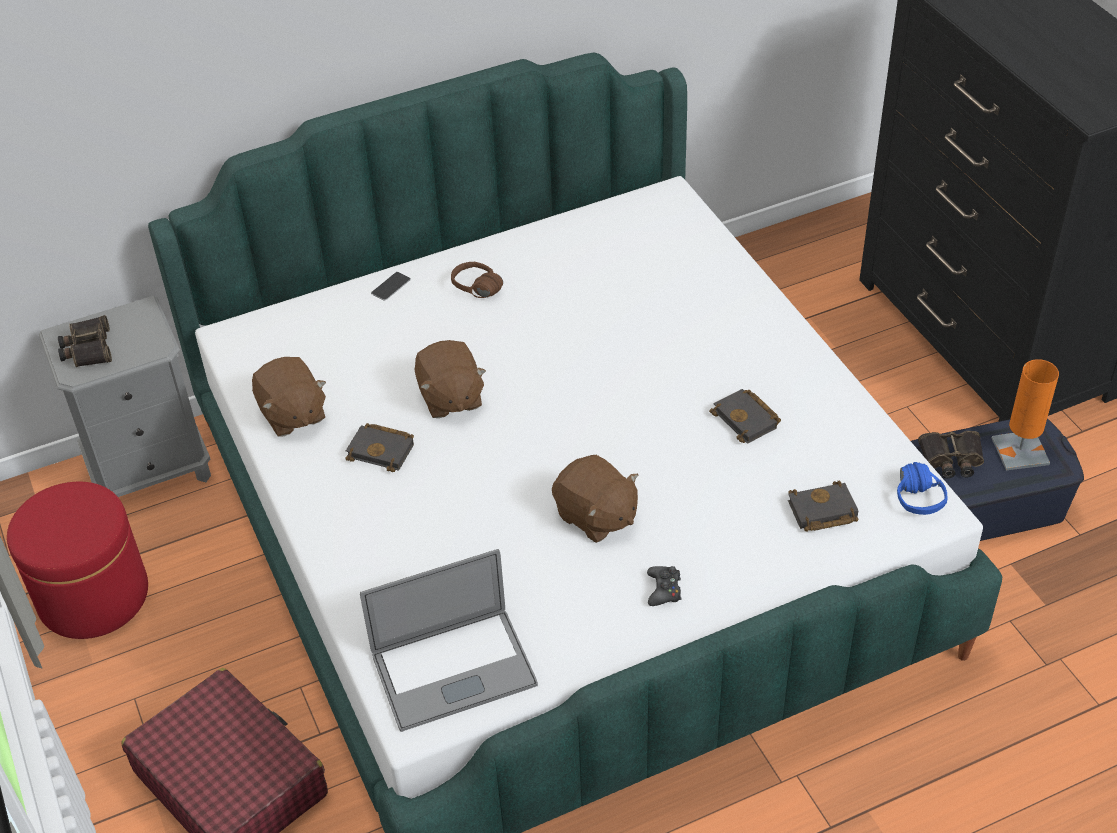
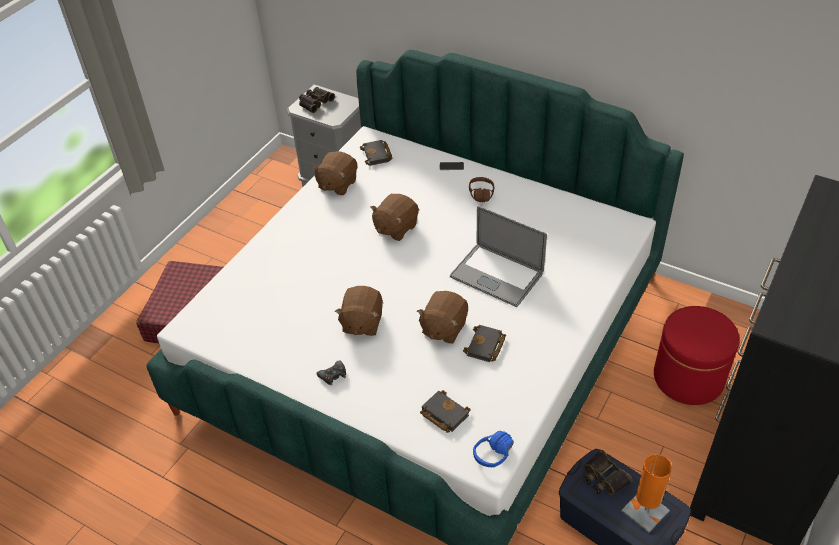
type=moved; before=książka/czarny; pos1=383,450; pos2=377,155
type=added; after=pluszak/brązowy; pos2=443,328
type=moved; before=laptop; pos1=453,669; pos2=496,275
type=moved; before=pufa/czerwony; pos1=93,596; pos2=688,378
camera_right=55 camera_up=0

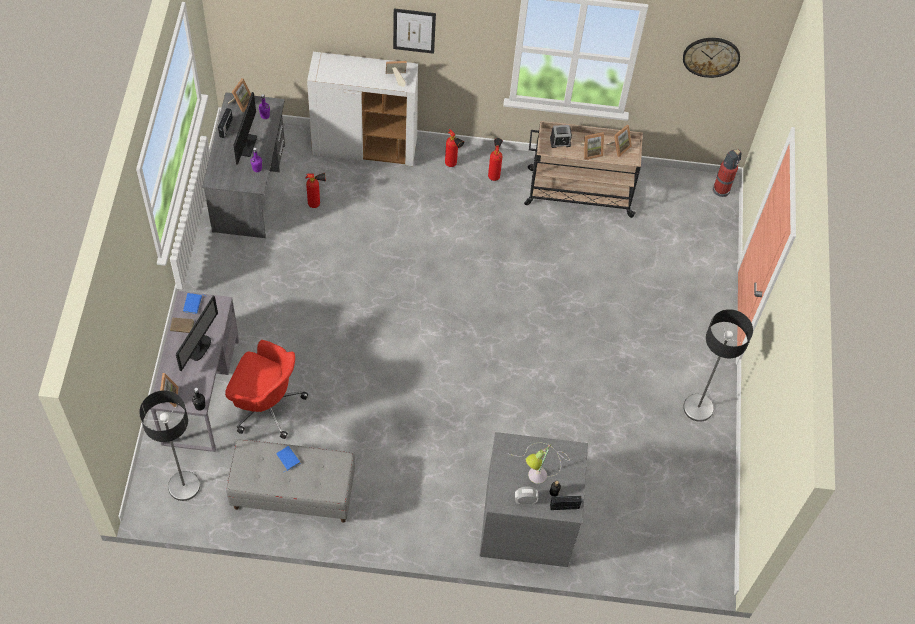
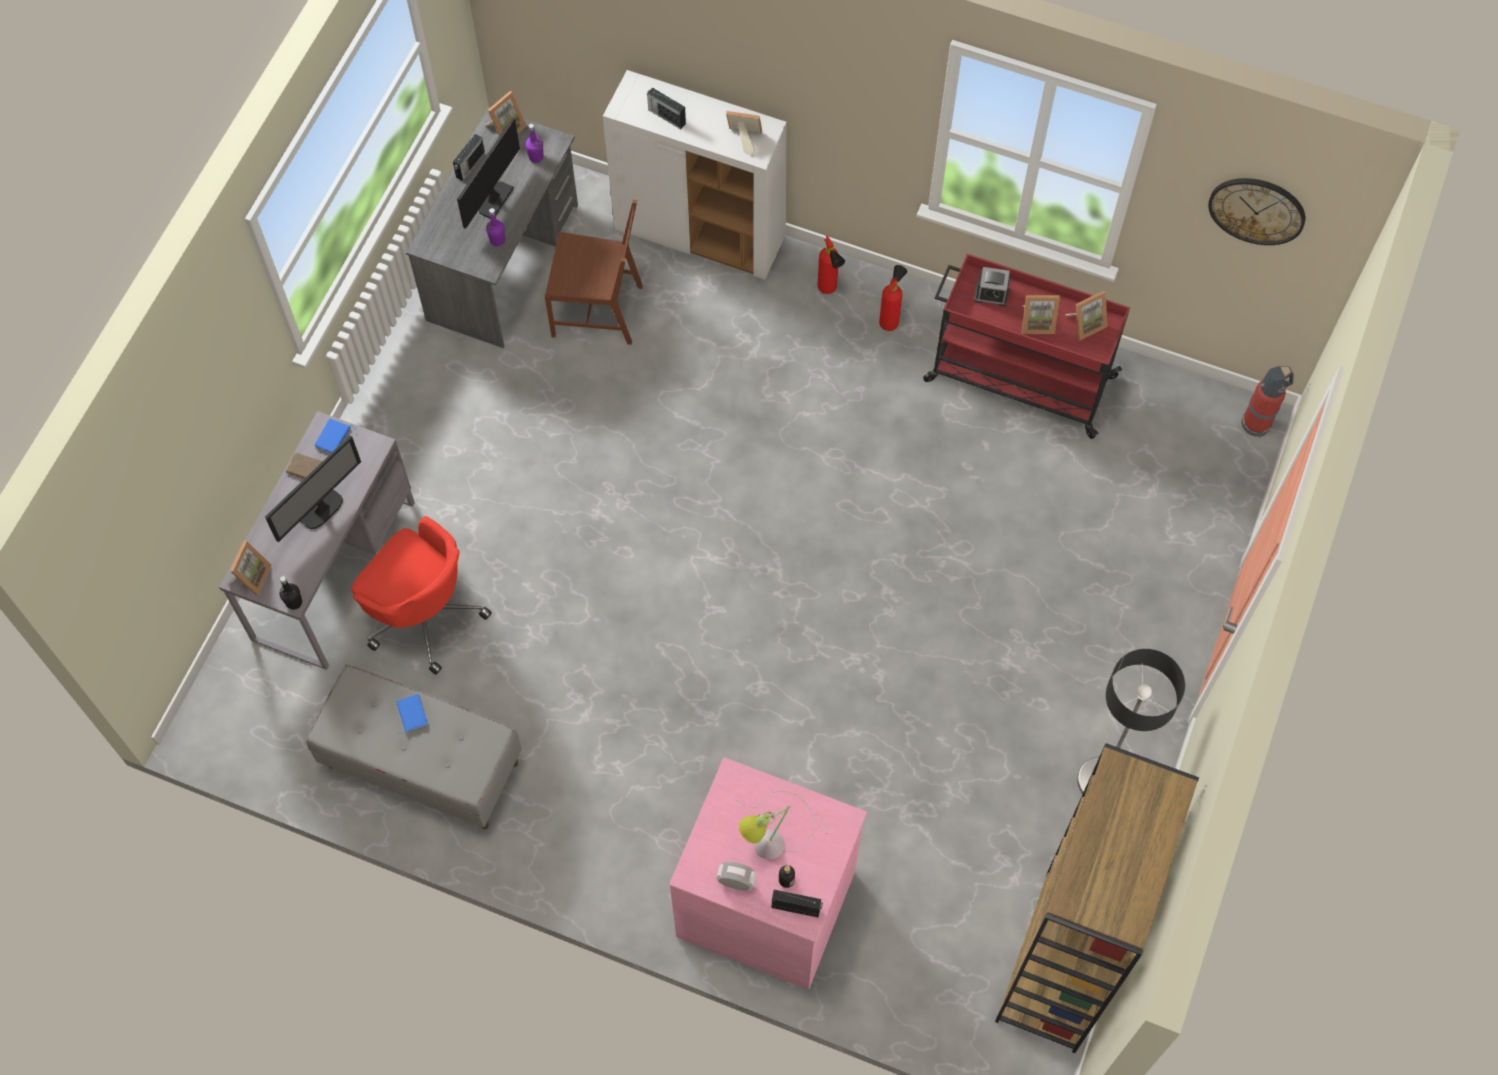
type=replaced; before=gaśnica; after=krzesło/brązowy; pos1=317,204; pos2=598,310
type=added; after=radio; pos2=666,116
type=recoloured; before=komoda/szary; after=komoda/różowy; pos1=527,522; pos2=767,901
type=recoloured; before=wózek/beżowy; after=wózek/czerwony; pos1=578,192; pos2=1017,378
type=added; after=regał/brązowy; pos2=1061,962
type=removed; before=lampa stojąca; pos1=184,486
type=removed; before=obraz; pos1=414,30
camera_right=20 camera_up=5

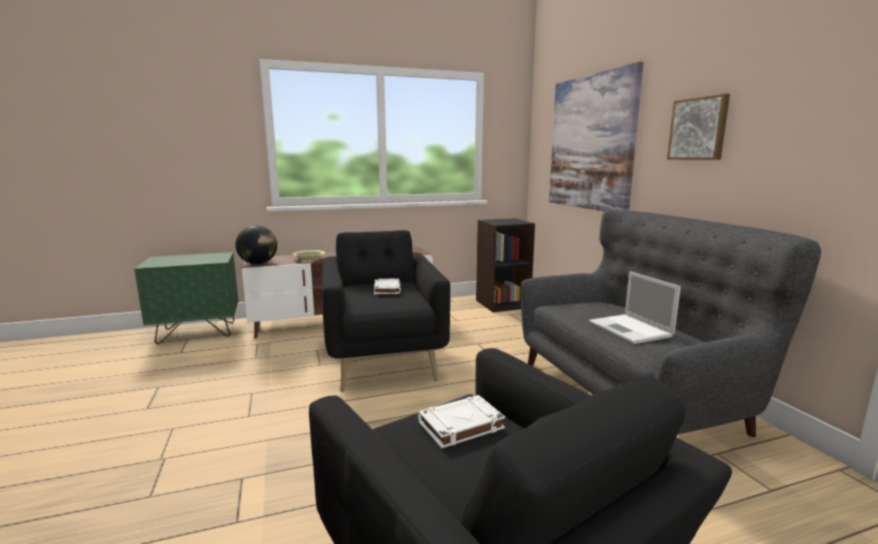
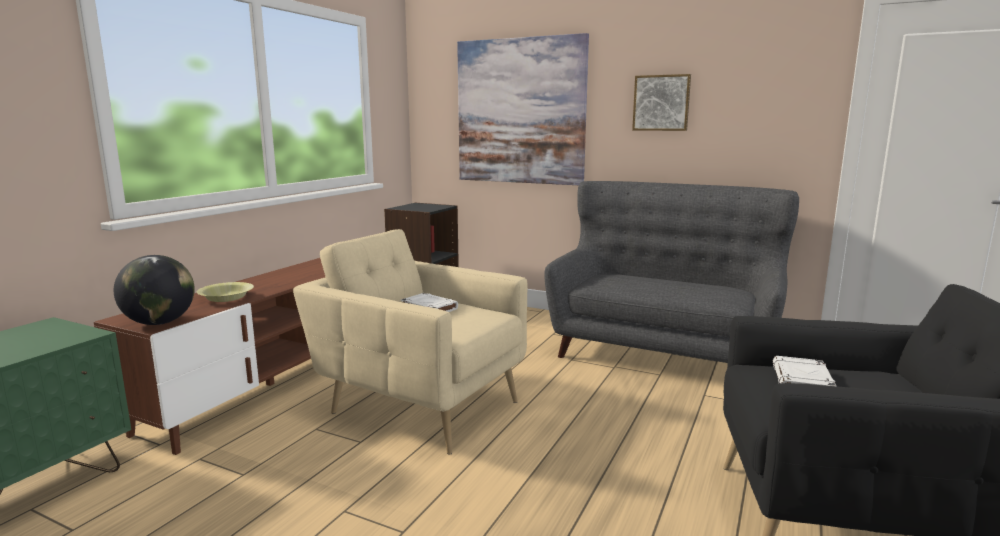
type=recoloured; before=fotel/czarny; after=fotel/beżowy; pos1=383,358; pos2=419,404
type=removed; before=laptop; pos1=631,329
camera_right=-45 camera_up=0

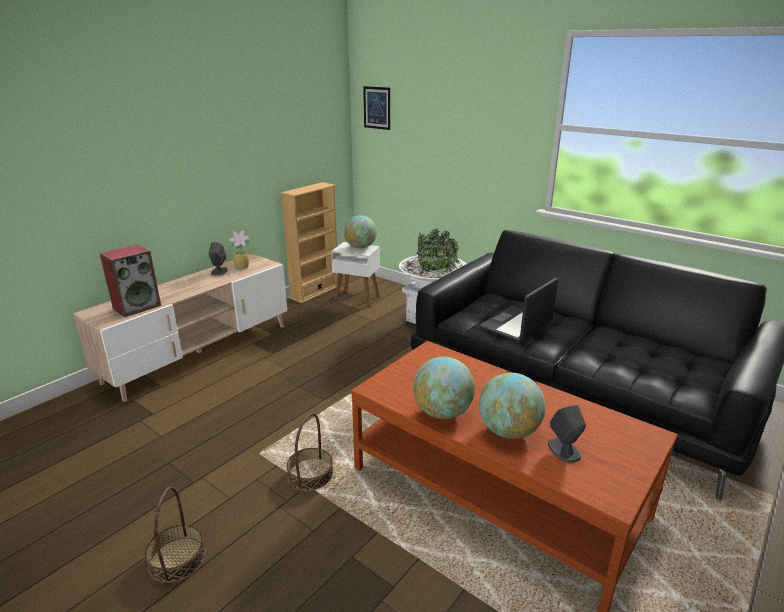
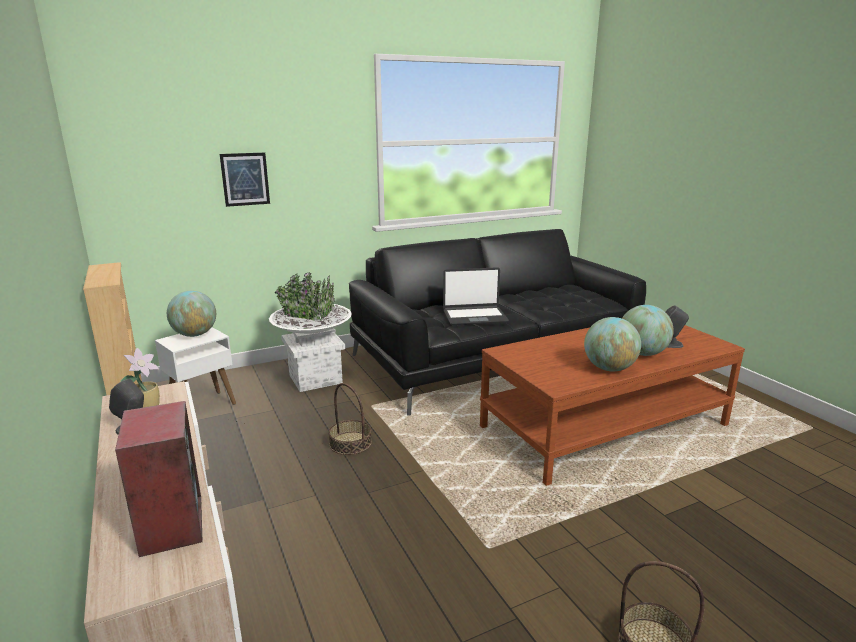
type=moved; before=obraz; pos1=377,108; pos2=245,179
type=moved; before=koszyk; pos1=310,475; pos2=350,443
type=turned; before=laptop; pos1=517,325; pos2=474,317; turn=-75
camera_right=-65 camera_up=-5

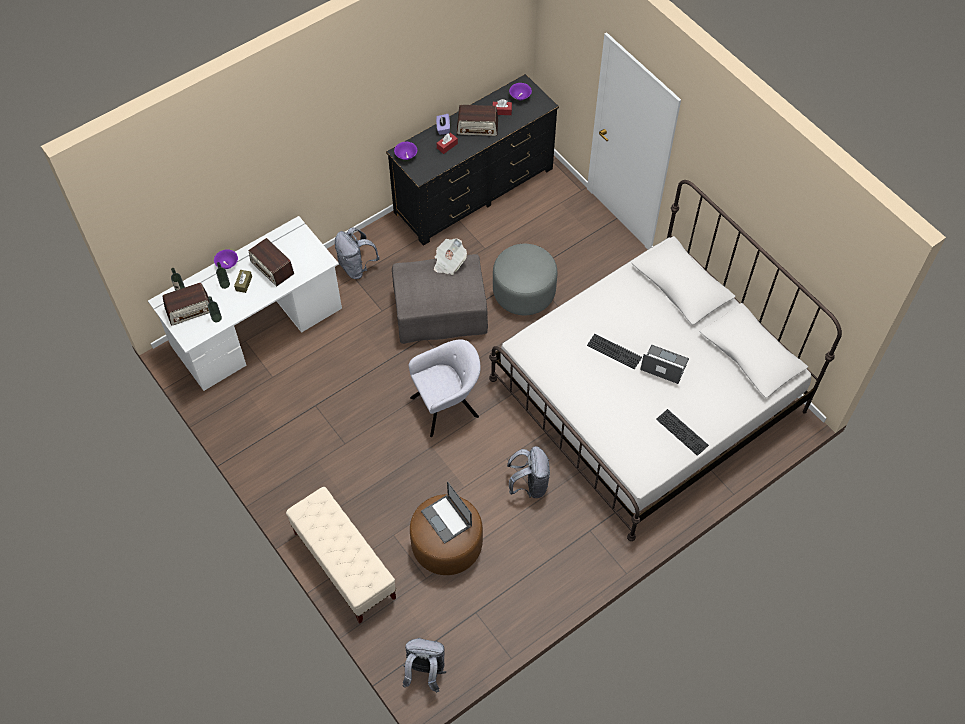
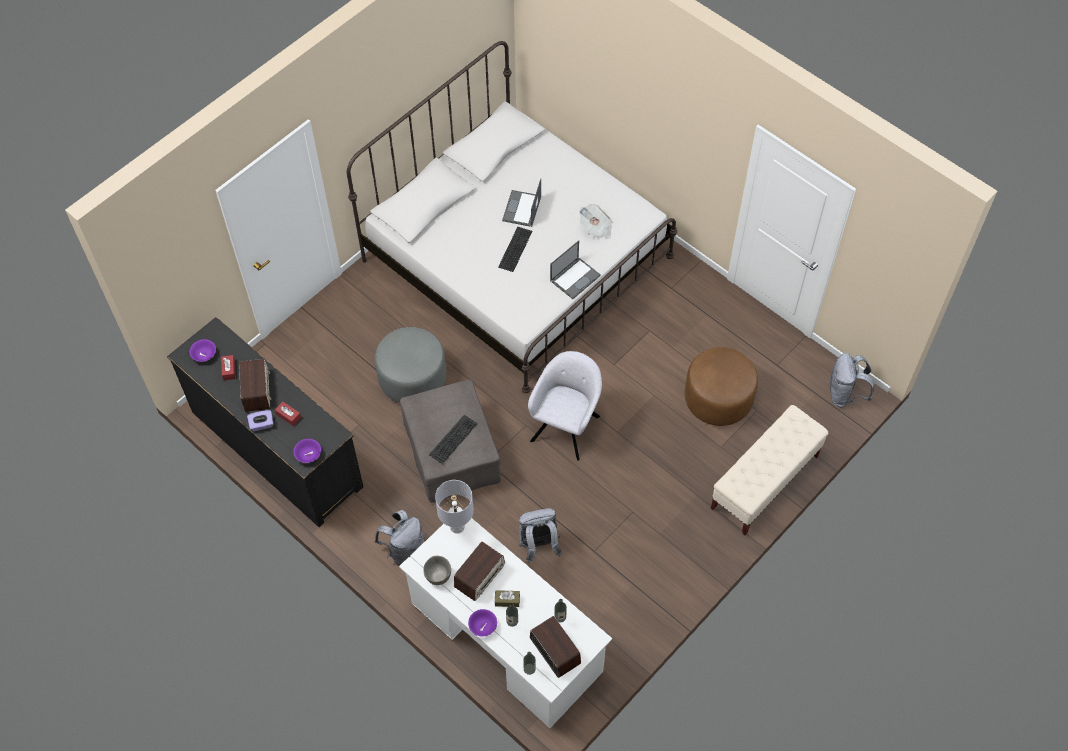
type=added; after=miska/szary; pos2=438,576
type=moved; before=klawiatura; pos1=683,432; pos2=452,438
type=added; after=lampa stołowa/szary; pos2=457,526
type=moved; before=plecak/szary; pos1=529,485; pos2=538,546
type=turned; before=fotel/szary; pos1=447,405; pos2=566,425; turn=60
type=moved; before=laptop; pos1=447,519; pos2=575,277
type=moved; before=gazeta; pos1=449,262; pos2=596,228
camera_right=-100 camera_up=0

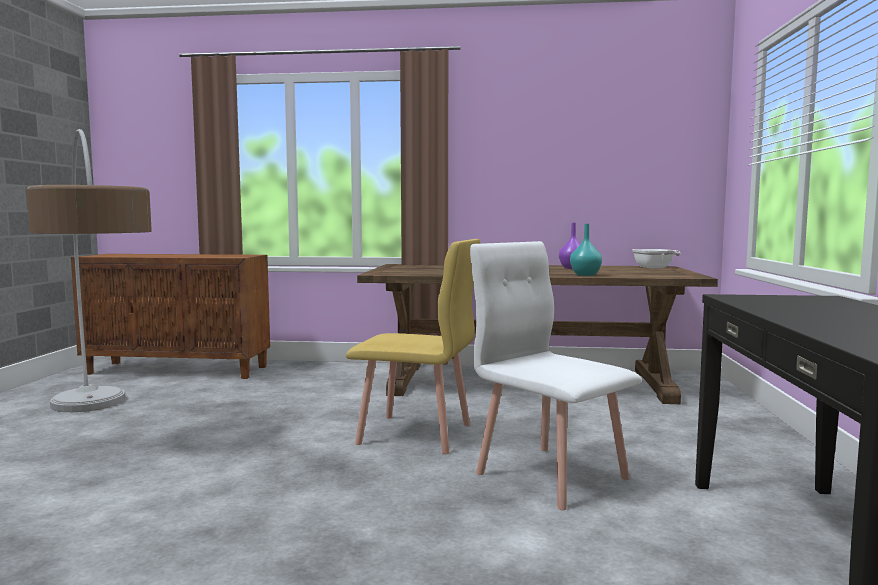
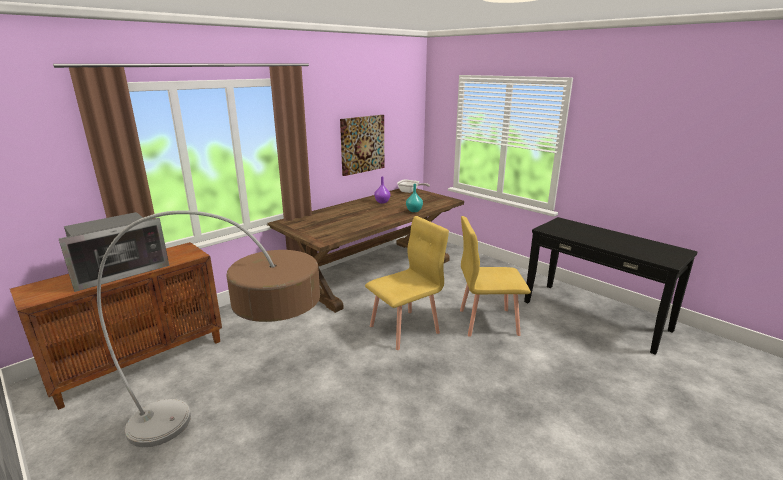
type=added; after=mikrofalówka; pos2=119,271
type=added; after=obraz; pos2=362,144
type=recoloured; before=krzesło/biały; after=krzesło/żółty; pos1=551,475; pos2=487,322
camera_right=-50 camera_up=15

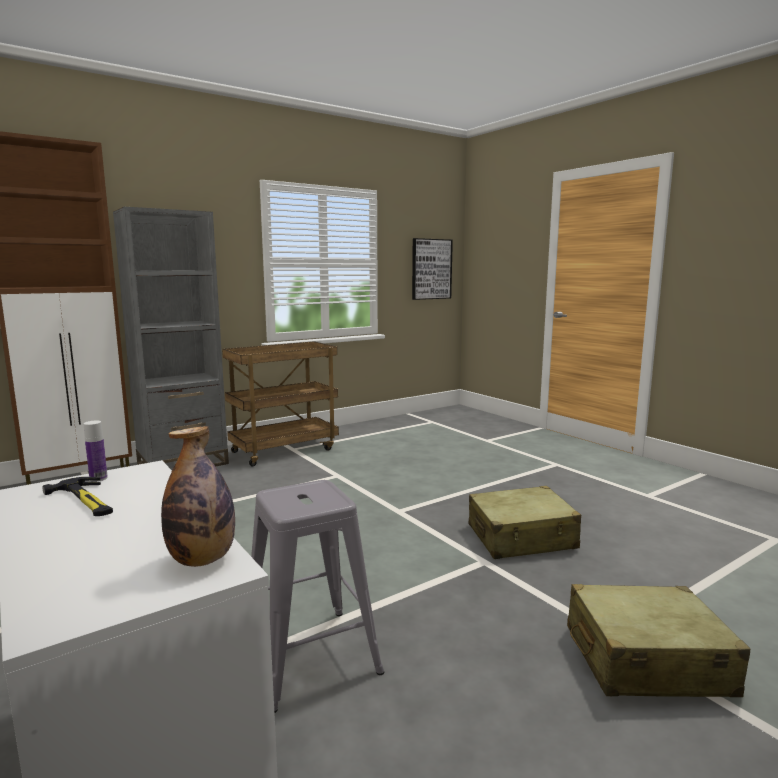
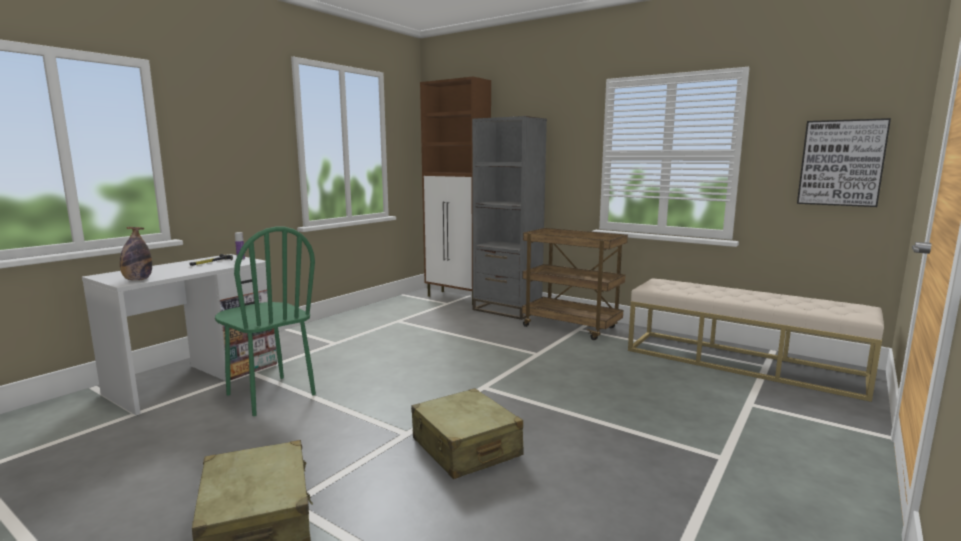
type=replaced; before=stołek/szary; after=krzesło/zielony; pos1=312,656; pos2=270,395
type=added; after=ławka/beżowy; pos2=742,362
camera_right=70 camera_up=0

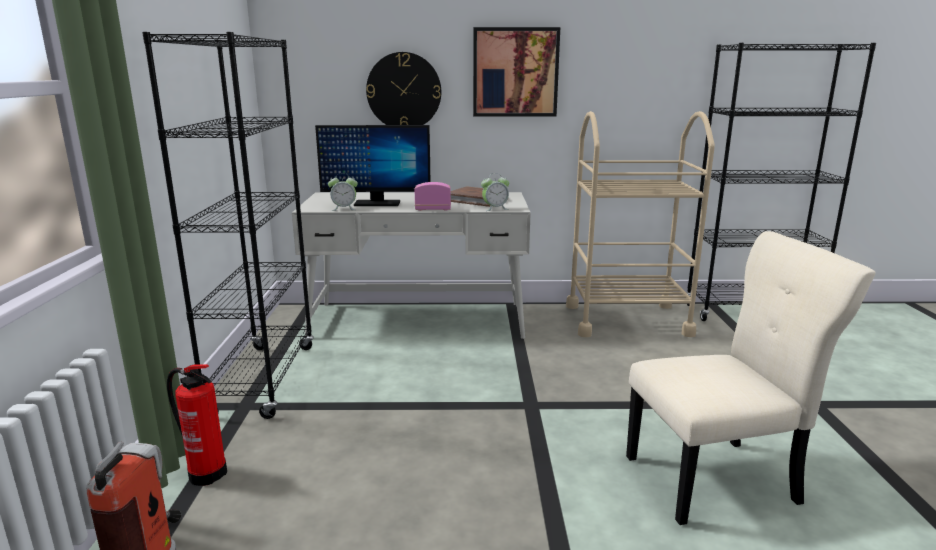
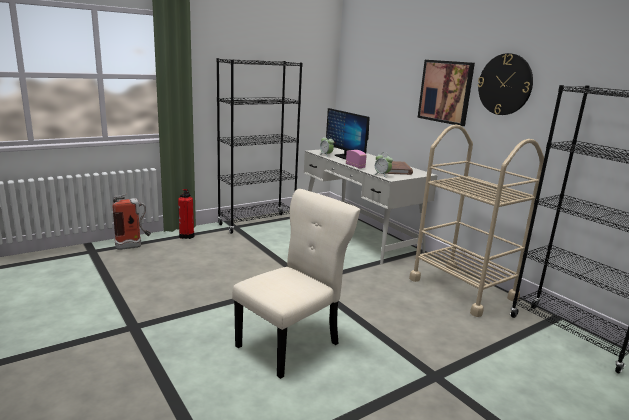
type=turned; before=krzesło/beżowy; pos1=717,479; pos2=291,344; turn=-90
type=moved; before=zegar ścienny; pos1=404,91; pos2=505,84
camera_right=55 camera_up=0

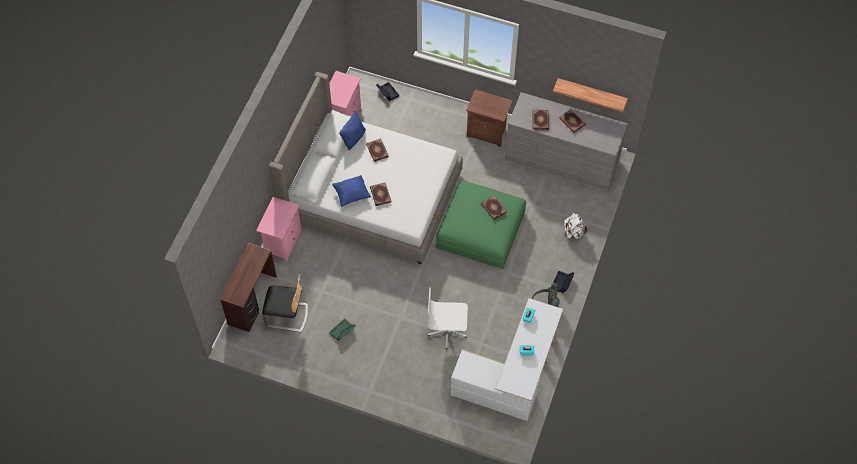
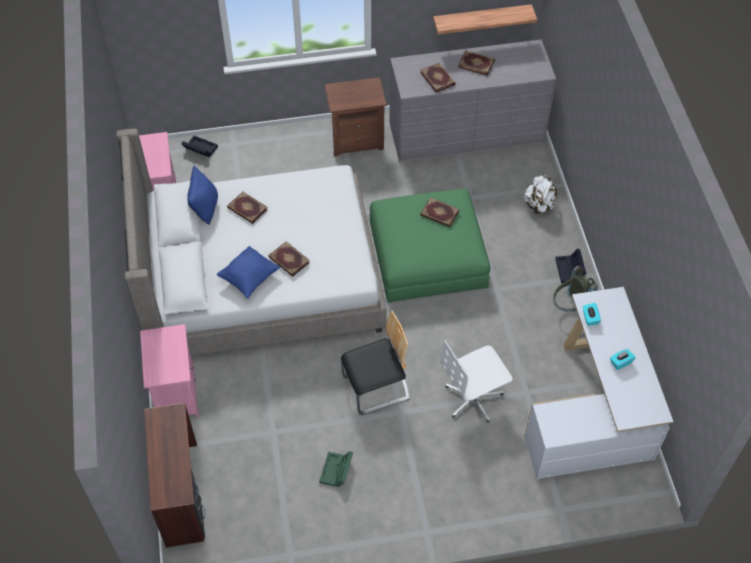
type=moved; before=krzesło; pos1=287,315; pos2=376,388
camera_right=-30 camera_up=-5

